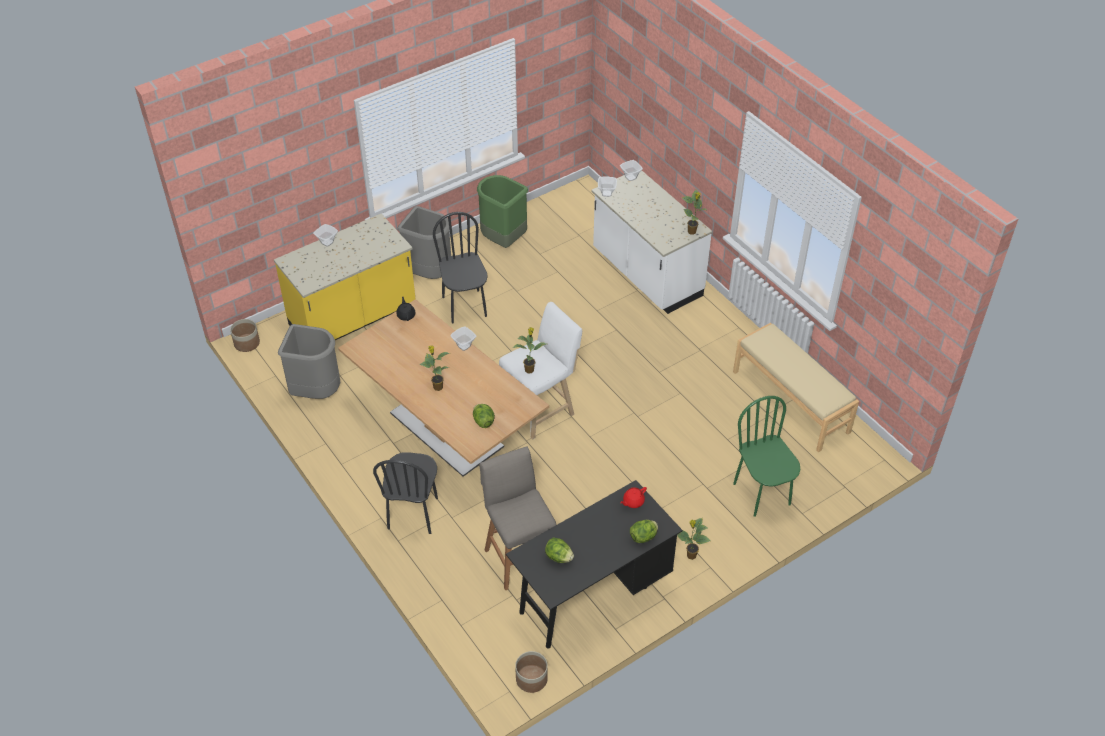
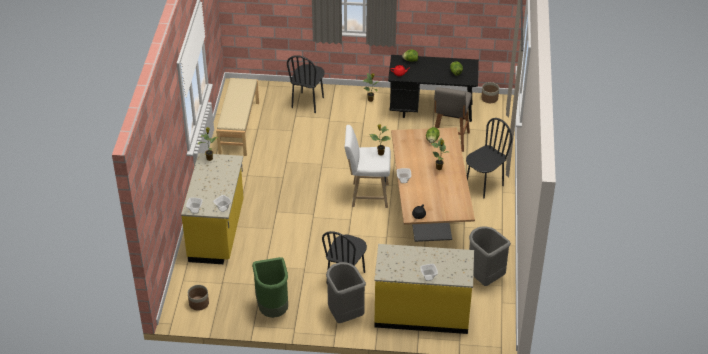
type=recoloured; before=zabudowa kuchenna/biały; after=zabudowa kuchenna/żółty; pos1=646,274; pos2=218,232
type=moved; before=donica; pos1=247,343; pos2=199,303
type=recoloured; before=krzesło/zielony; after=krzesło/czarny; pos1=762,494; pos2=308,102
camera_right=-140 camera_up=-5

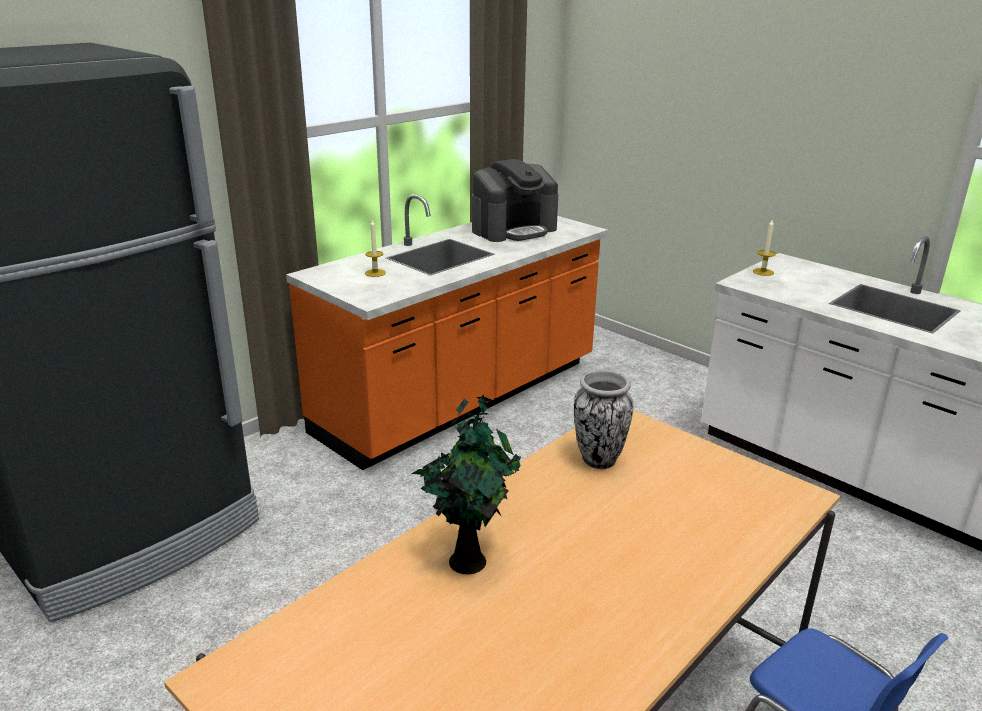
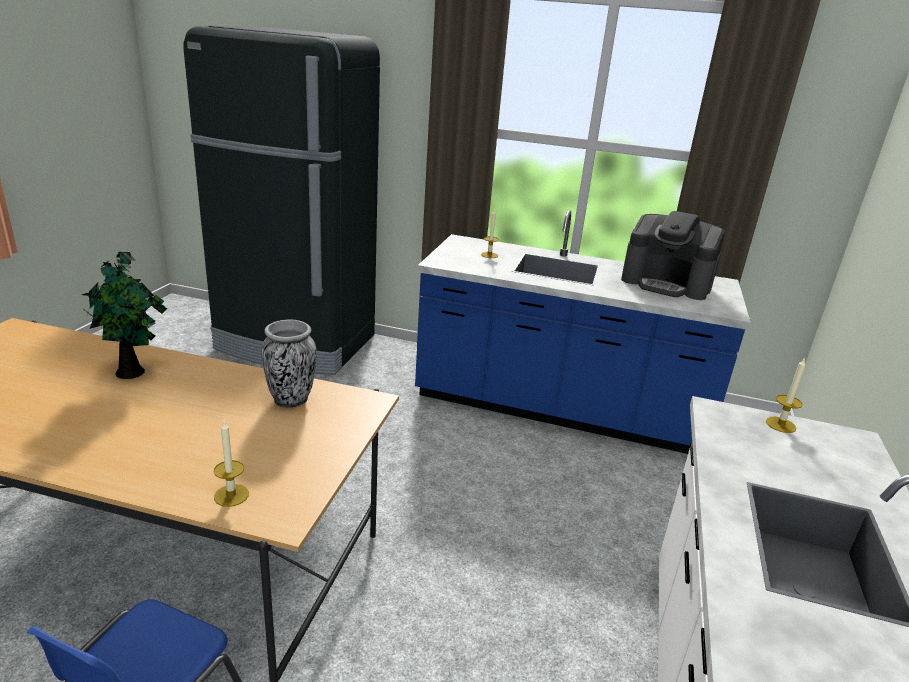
type=added; after=świeca; pos2=231,495
type=recoloured; before=zabudowa kuchenna/pomarańczowy; after=zabudowa kuchenna/niebieski; pos1=461,398; pos2=558,408
camera_right=60 camera_up=0

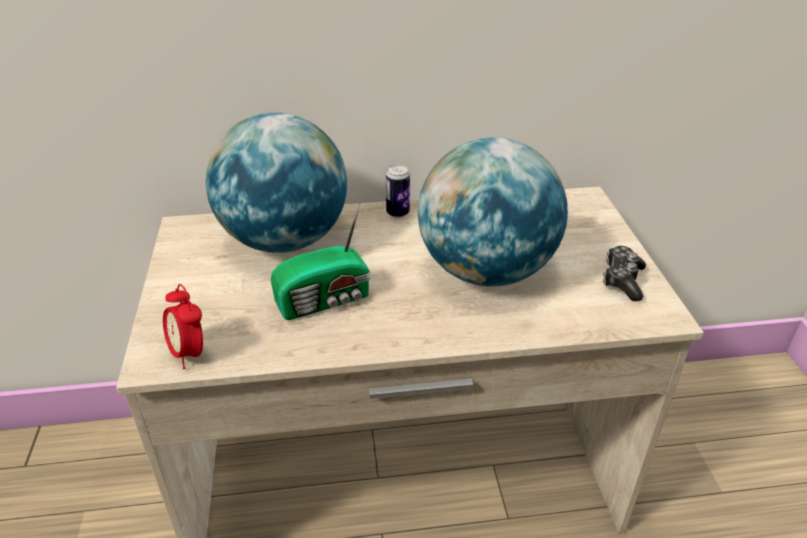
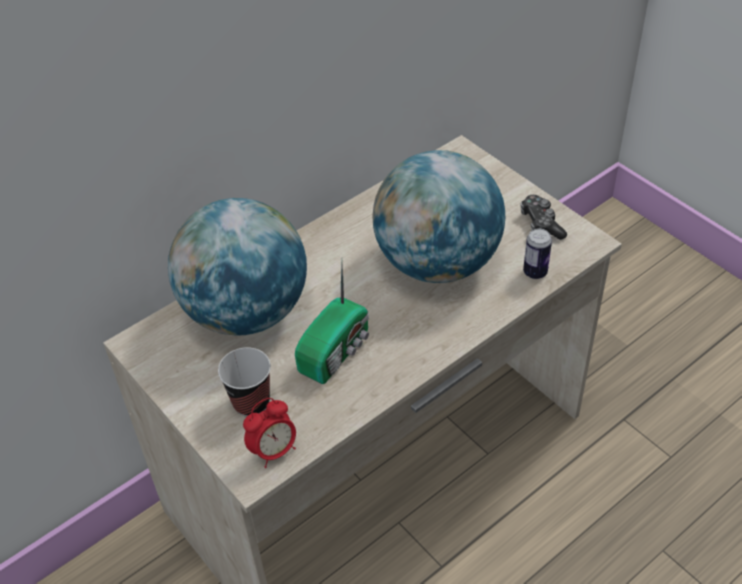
type=added; after=filiżanka; pos2=251,402
type=turned; before=budzik; pos1=189,353; pos2=274,451; turn=-60
type=moved; before=puszka; pos1=398,213; pos2=535,272
camera_right=-30 camera_up=10

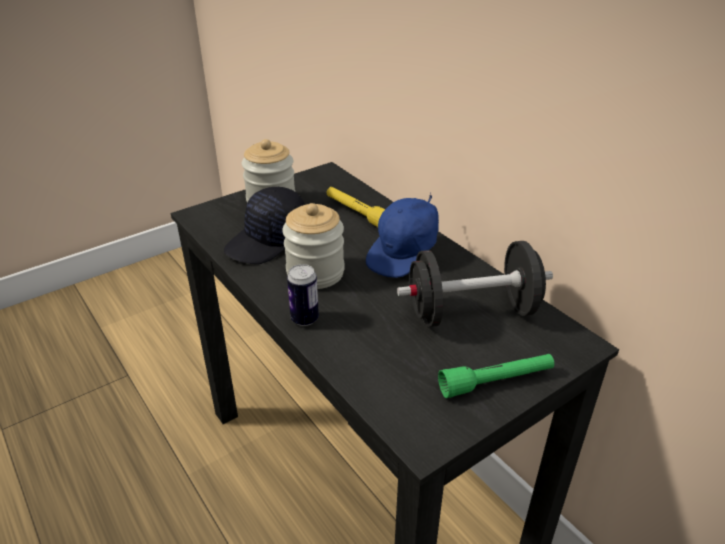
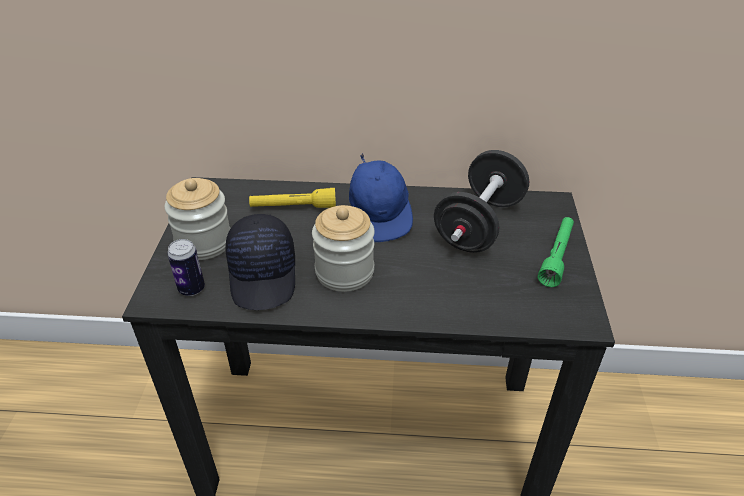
type=moved; before=puszka; pos1=304,319; pos2=191,289
camera_right=-50 camera_up=5

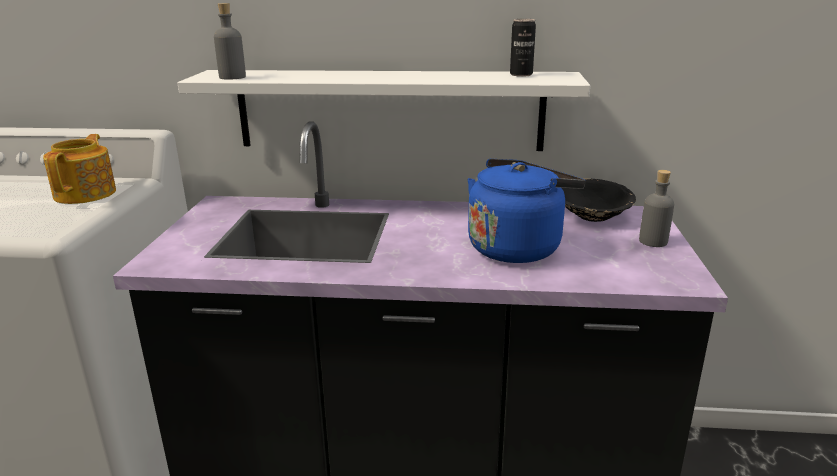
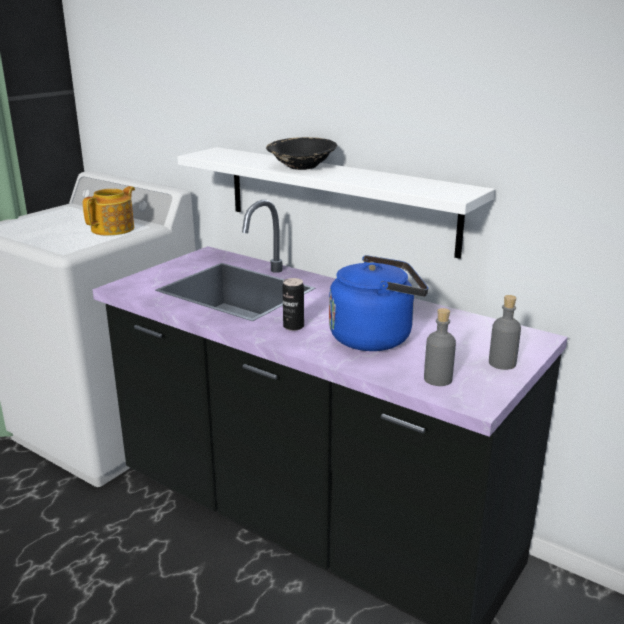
type=moved; before=miska/czarny; pos1=591,216; pos2=302,166
type=moved; before=puszka; pos1=521,74; pos2=293,326
type=moved; before=butelka/szary; pos1=232,77; pos2=438,379
camera_right=30 camera_up=0

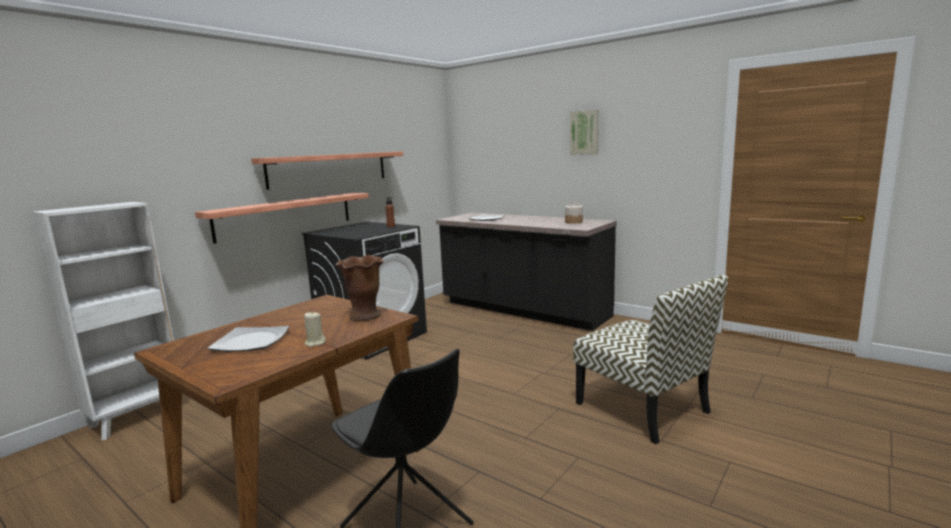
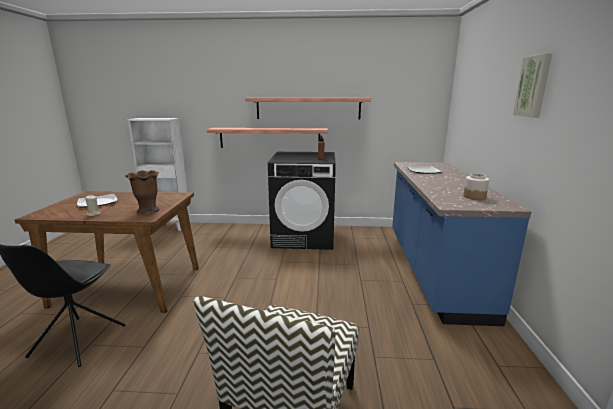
type=recoloured; before=zabudowa kuchenna/czarny; after=zabudowa kuchenna/niebieski; pos1=523,310; pos2=432,270
camera_right=55 camera_up=5

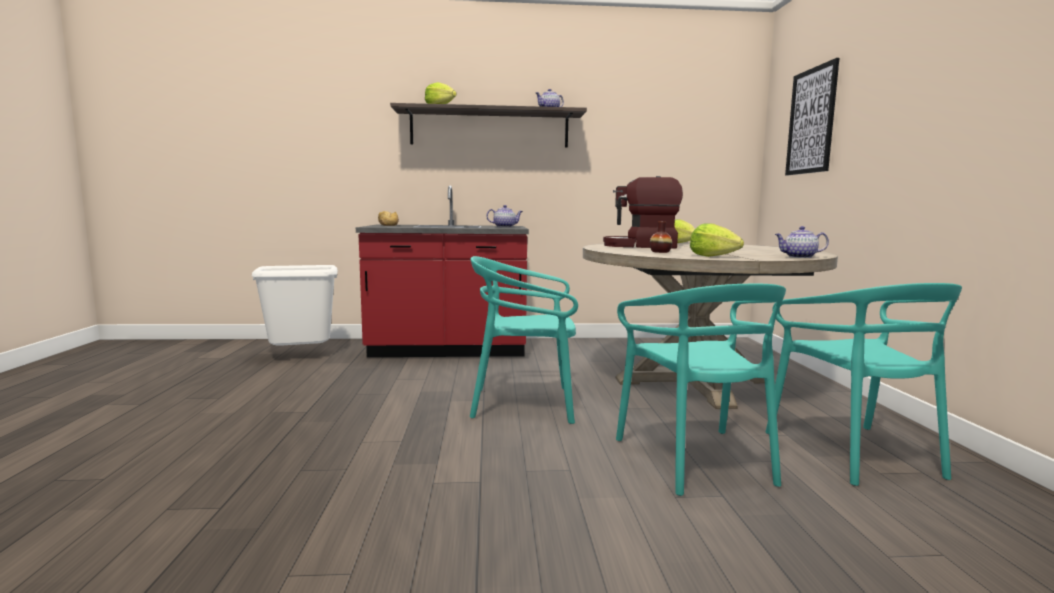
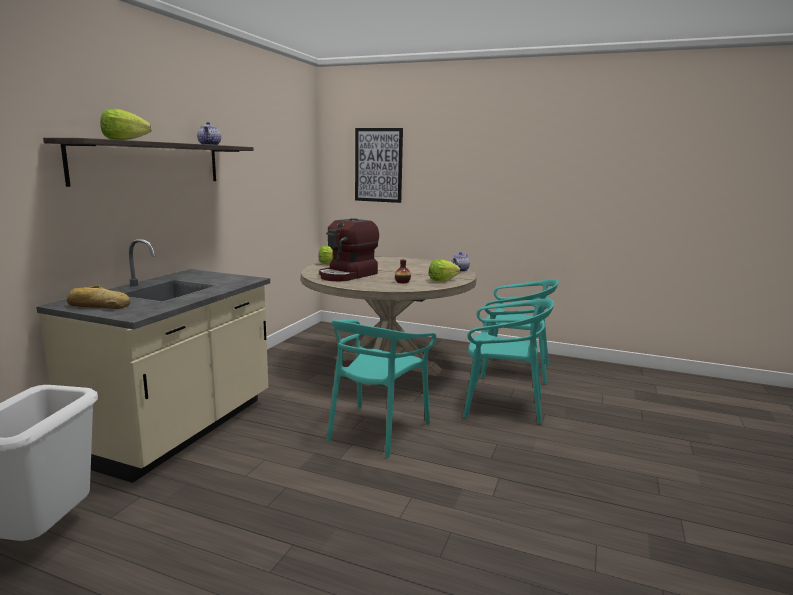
type=recoloured; before=zabudowa kuchenna/czerwony; after=zabudowa kuchenna/beżowy; pos1=448,349; pos2=179,429
type=removed; before=imbryk; pos1=505,227
camera_right=-65 camera_up=5

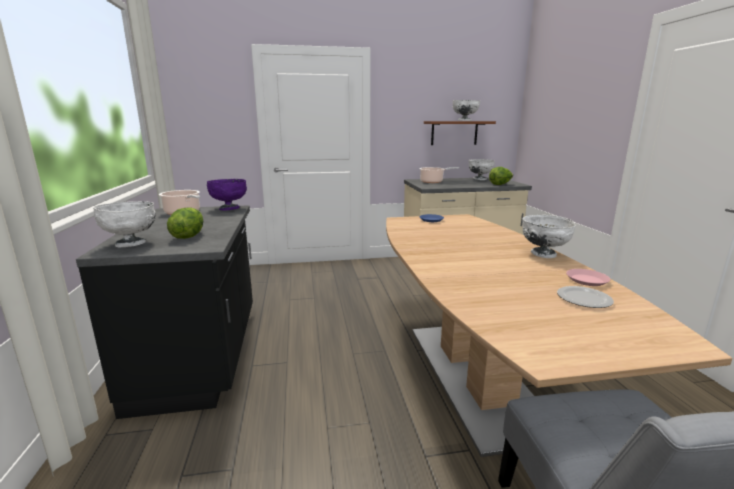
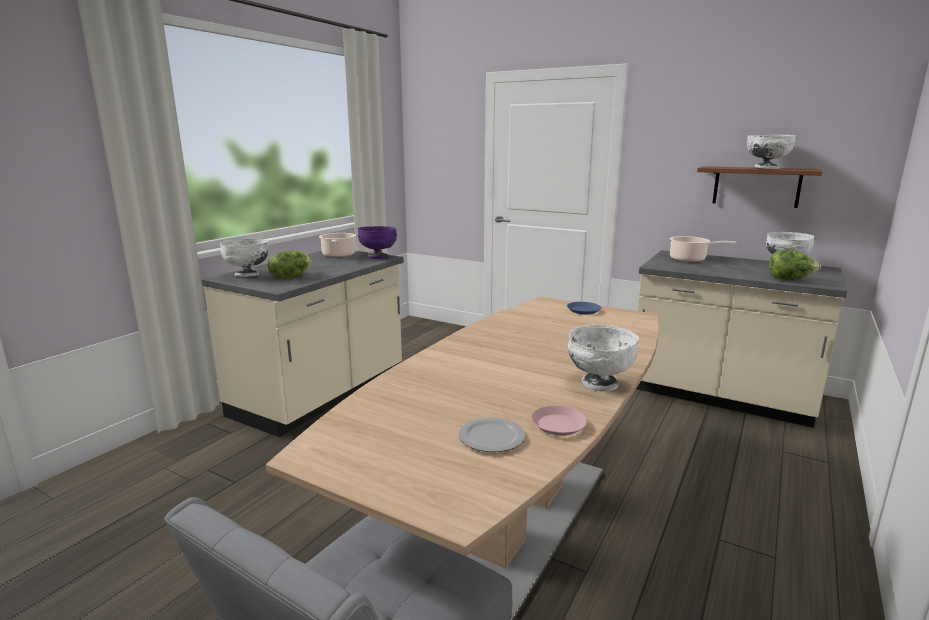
type=recoloured; before=zabudowa kuchenna/czarny; after=zabudowa kuchenna/beżowy; pos1=202,355; pos2=321,394
camera_right=40 camera_up=0

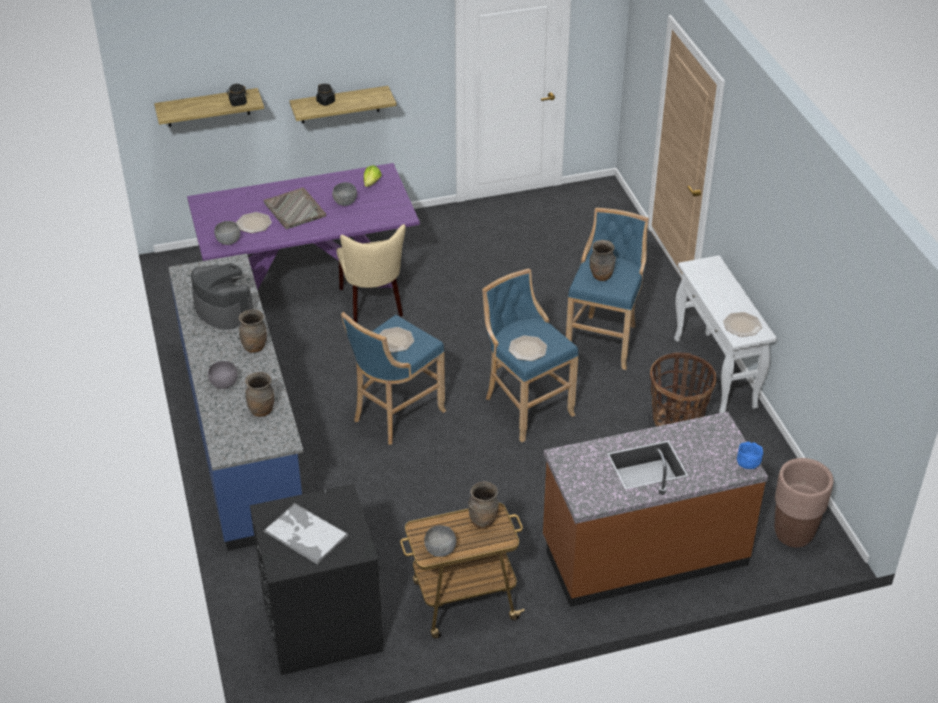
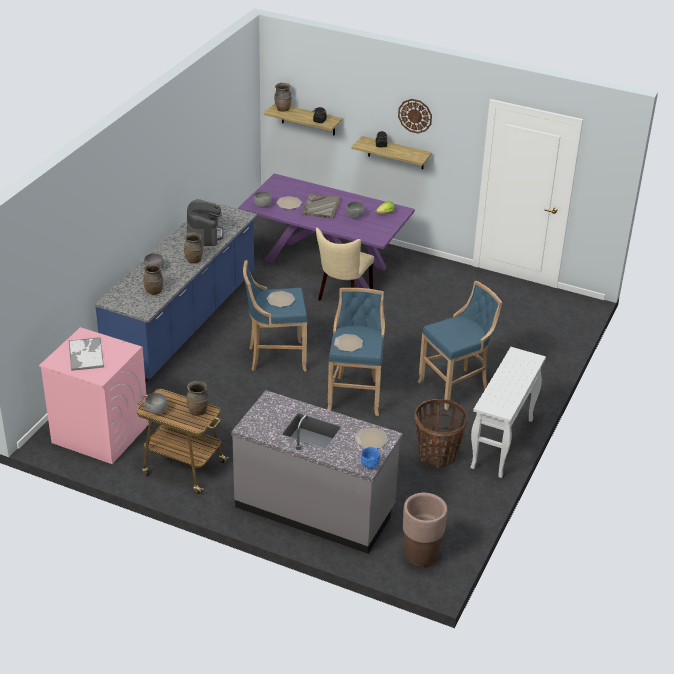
type=recoloured; before=pralka/czarny; after=pralka/różowy; pos1=321,625; pos2=99,433
type=recoloured; before=zabudowa kuchenna/brązowy; after=zabudowa kuchenna/szary; pos1=644,552; pos2=315,508
type=moved; before=wazon/brązowy; pos1=601,276; pos2=283,109
type=moved; before=talerz; pos1=742,325; pos2=371,439
type=added; after=zegar ścienny; pos2=415,115
camera_right=40 camera_up=-5

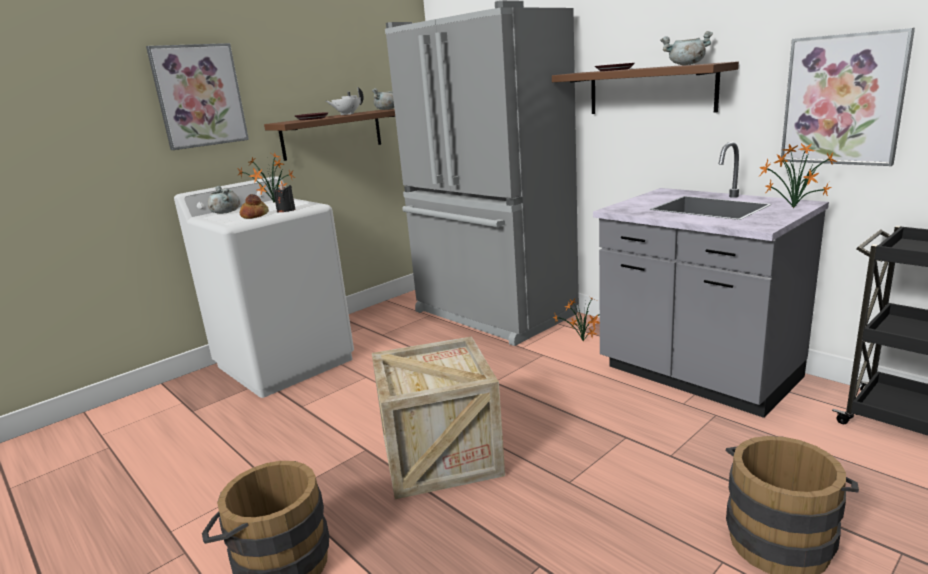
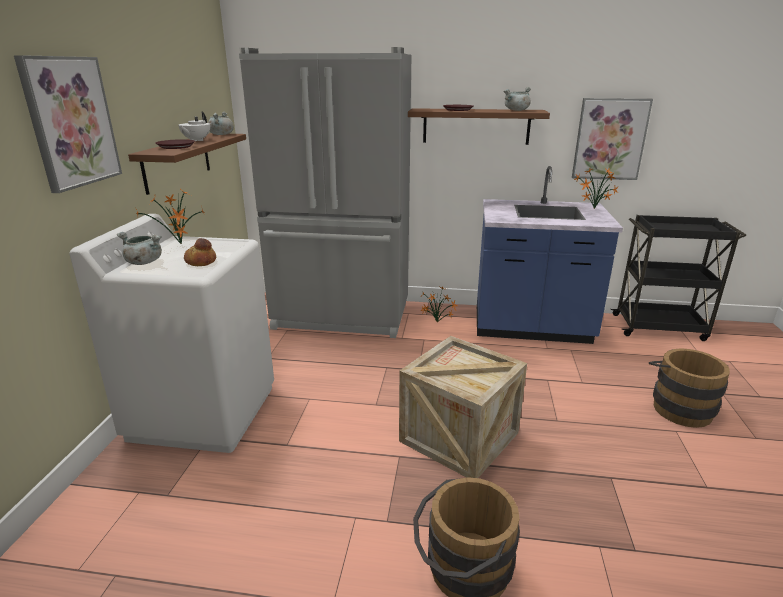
type=recoloured; before=zabudowa kuchenna/szary; after=zabudowa kuchenna/niebieski; pos1=697,375; pos2=531,327
type=removed; before=świeca/czarny; pos1=286,210
camera_right=-40 camera_up=5

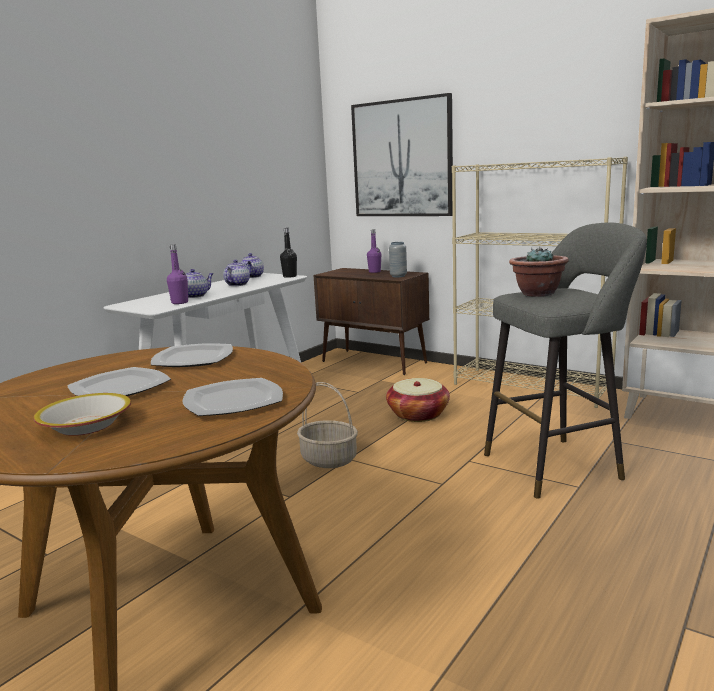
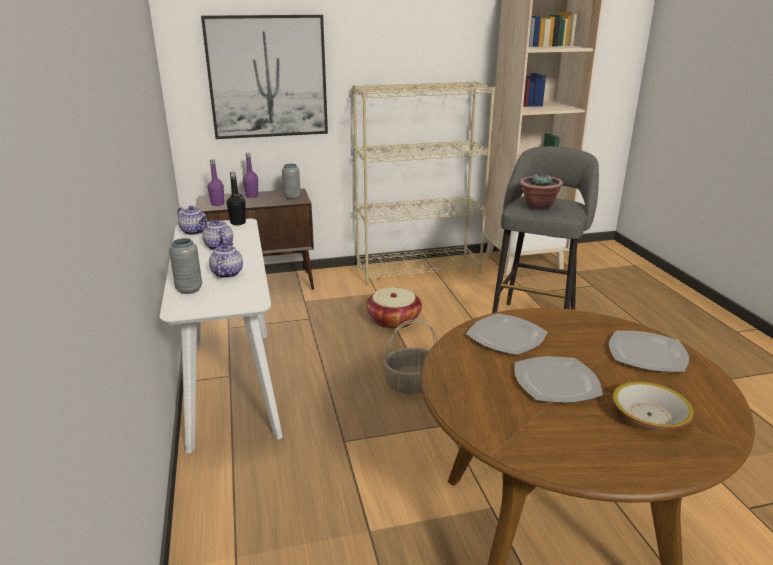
type=added; after=wazon/szary; pos2=189,289
type=moved; before=butelka/fioletowy; pos1=180,302; pos2=217,204
camera_right=-50 camera_up=10

